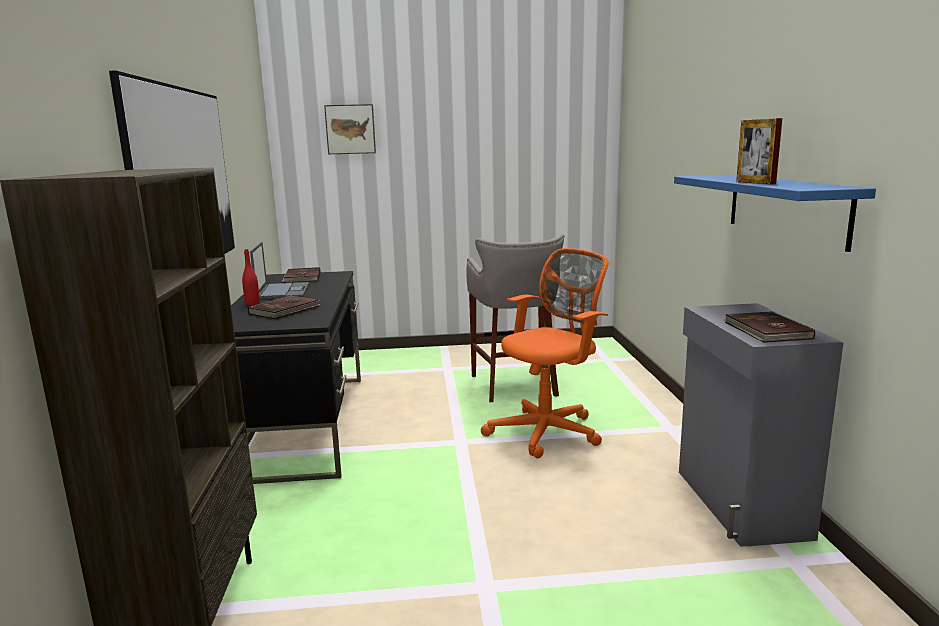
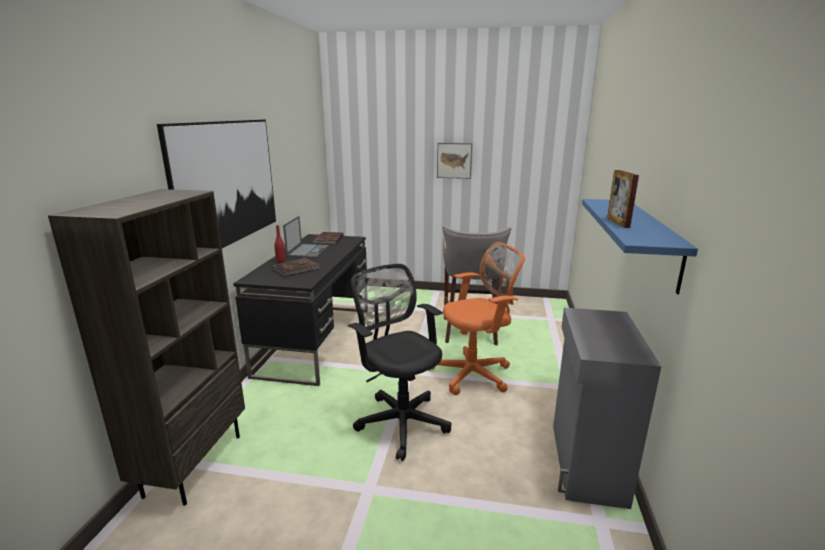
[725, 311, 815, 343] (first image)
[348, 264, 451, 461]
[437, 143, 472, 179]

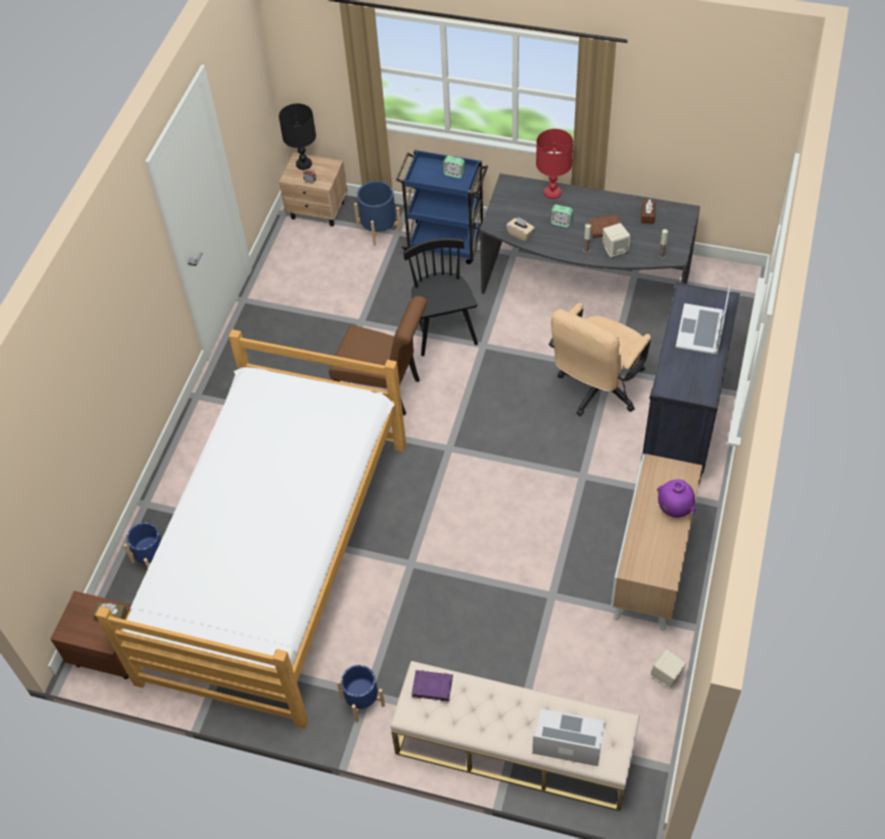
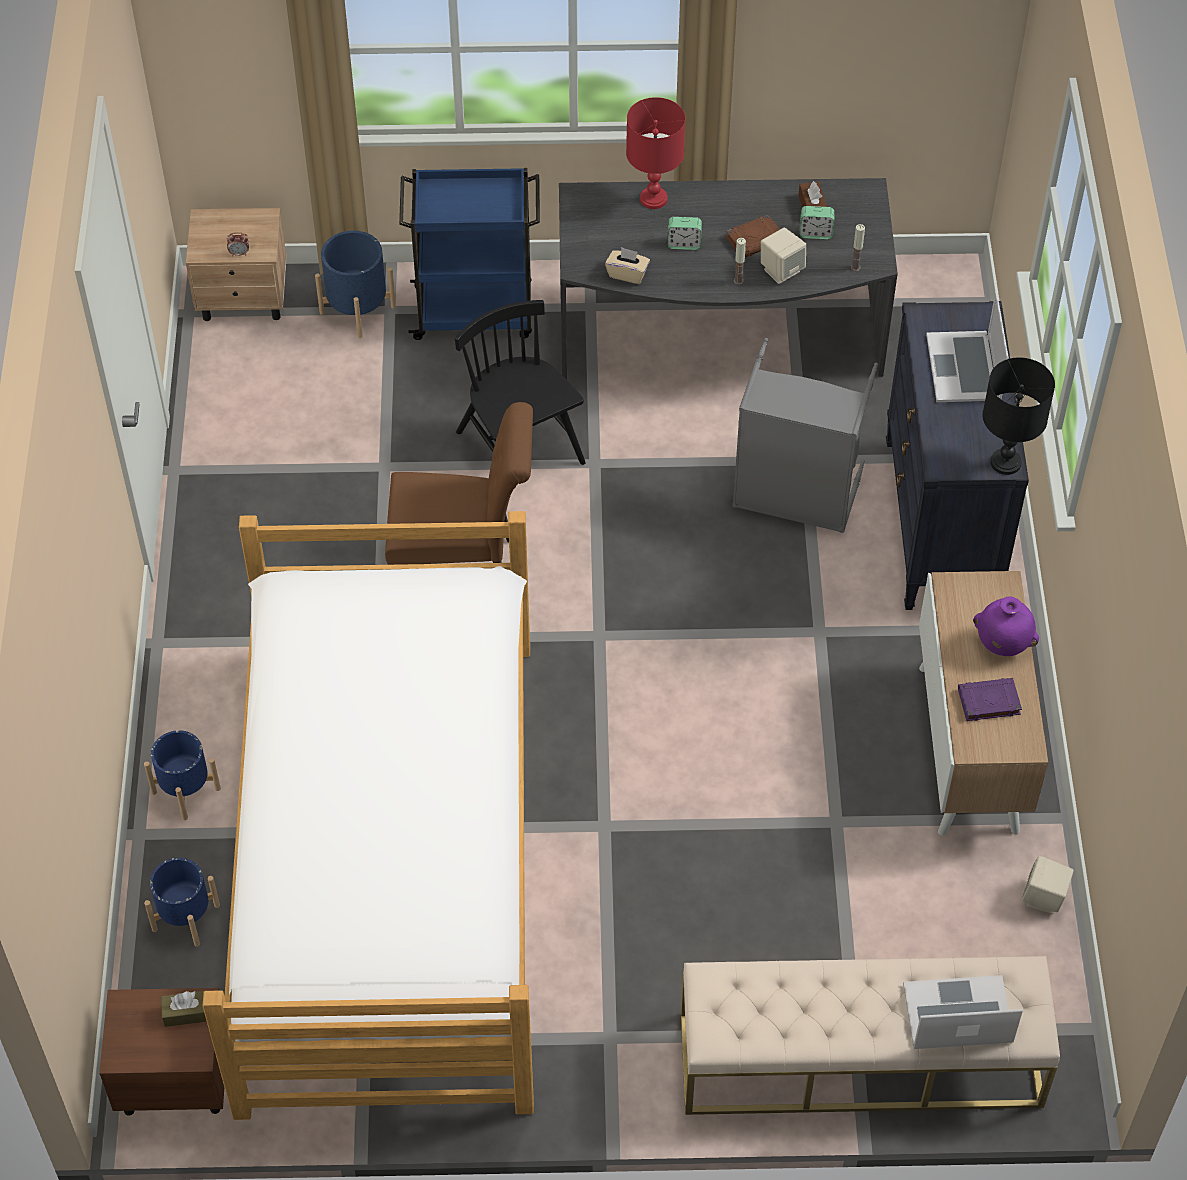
[982, 357, 1055, 475]
[144, 730, 221, 820]
[958, 678, 1022, 721]
[800, 206, 834, 239]
[732, 338, 878, 533]

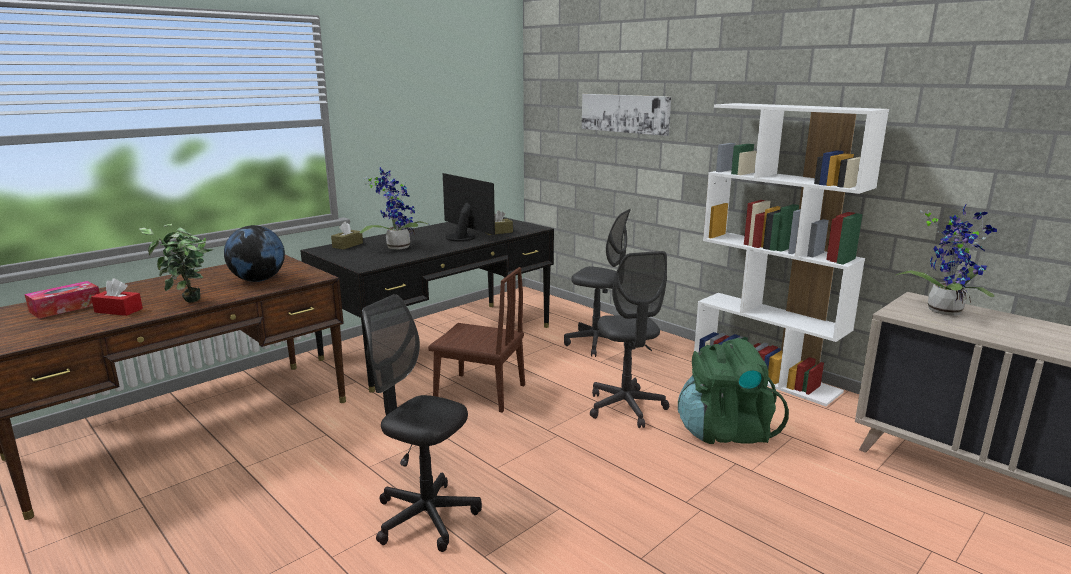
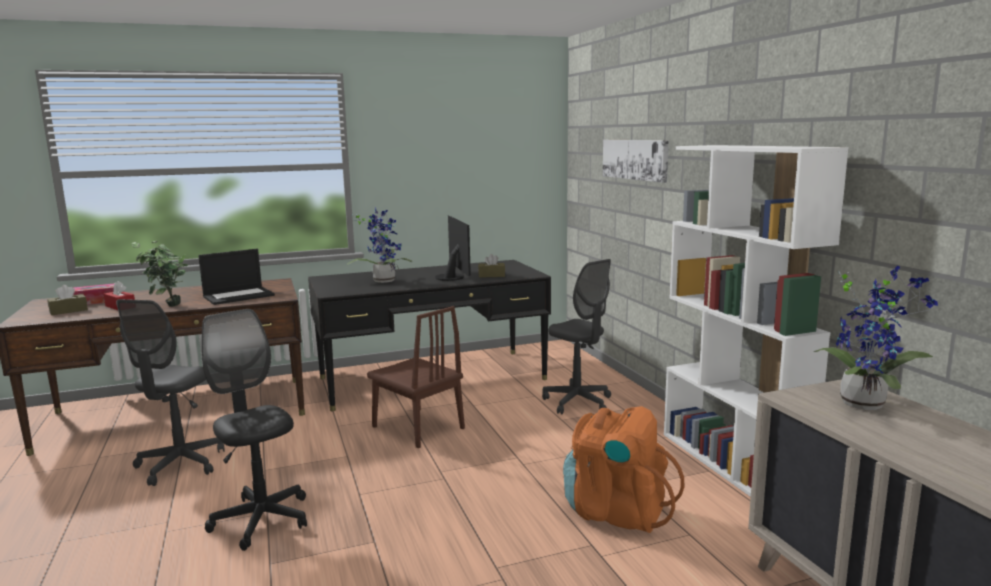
[47, 285, 88, 315]
[116, 299, 225, 486]
[198, 249, 275, 305]
[563, 406, 684, 533]

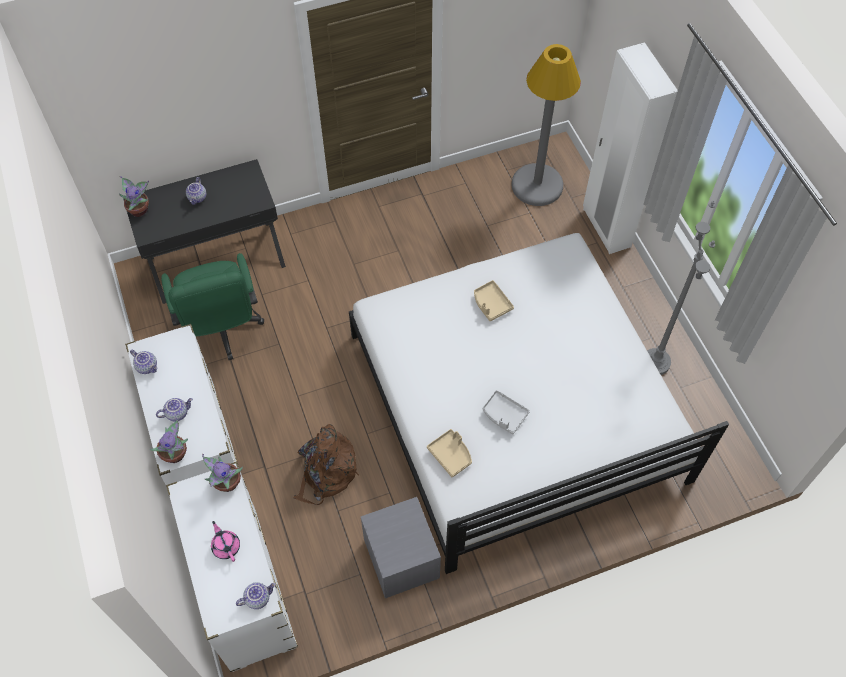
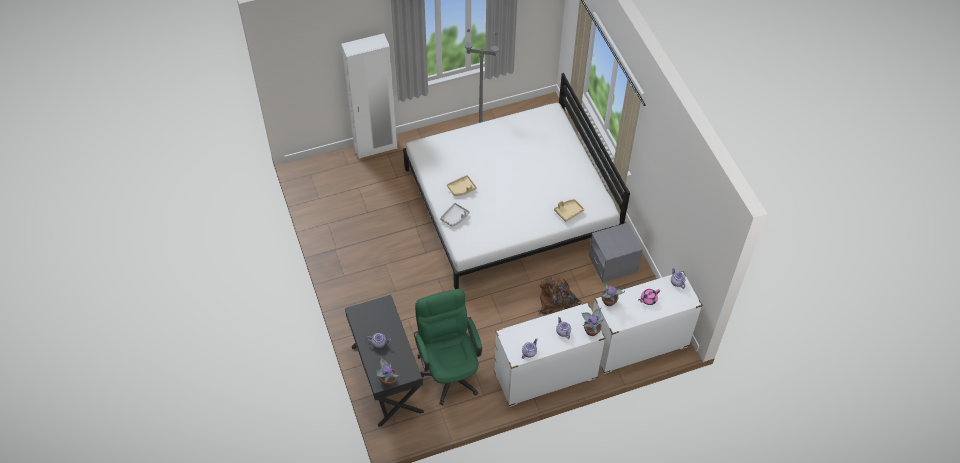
[511, 44, 581, 206] (first image)
[440, 203, 470, 227]
[414, 289, 482, 405]

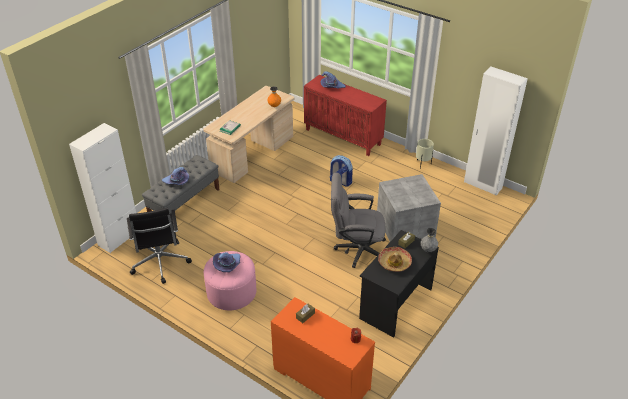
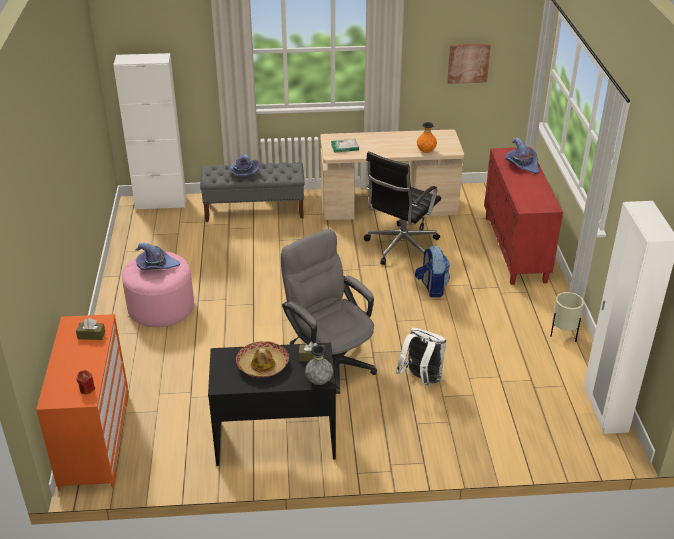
[447, 44, 491, 84]
[364, 151, 441, 265]
[396, 328, 447, 387]

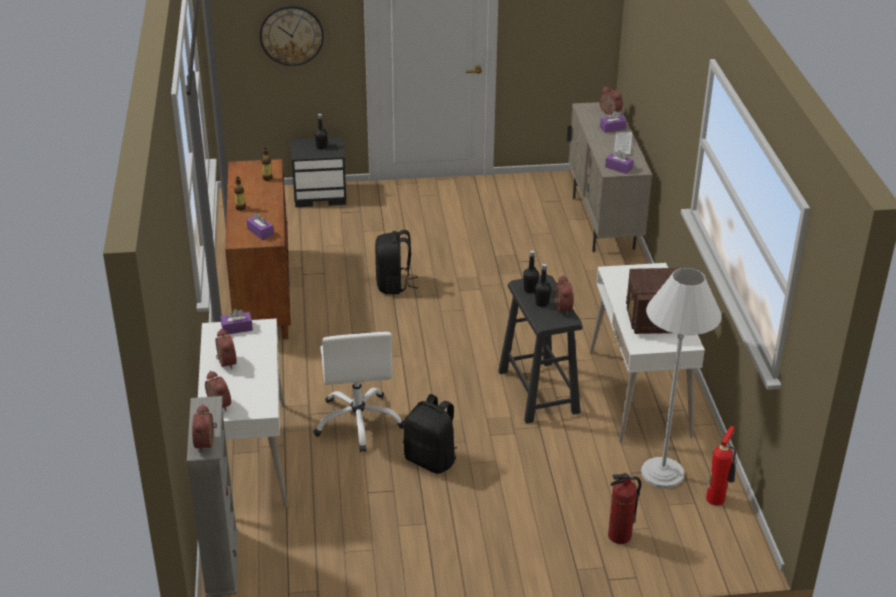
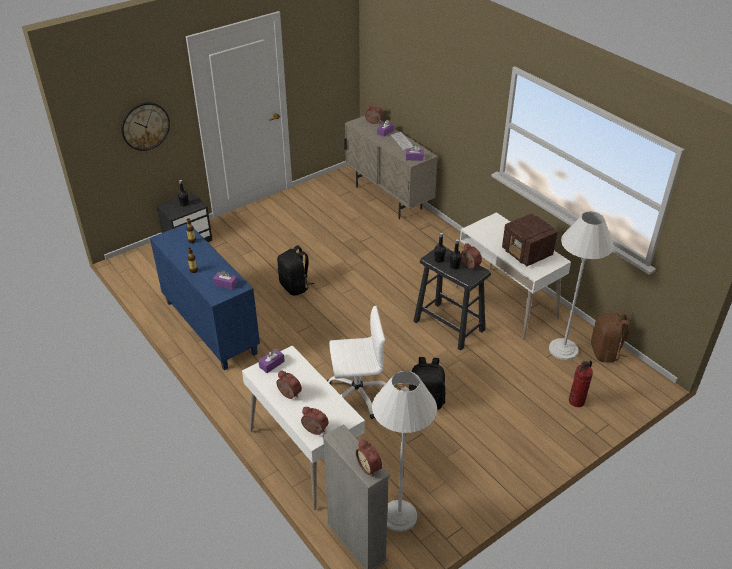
[372, 370, 437, 532]
[591, 312, 630, 363]
[150, 224, 260, 370]
[327, 306, 386, 419]

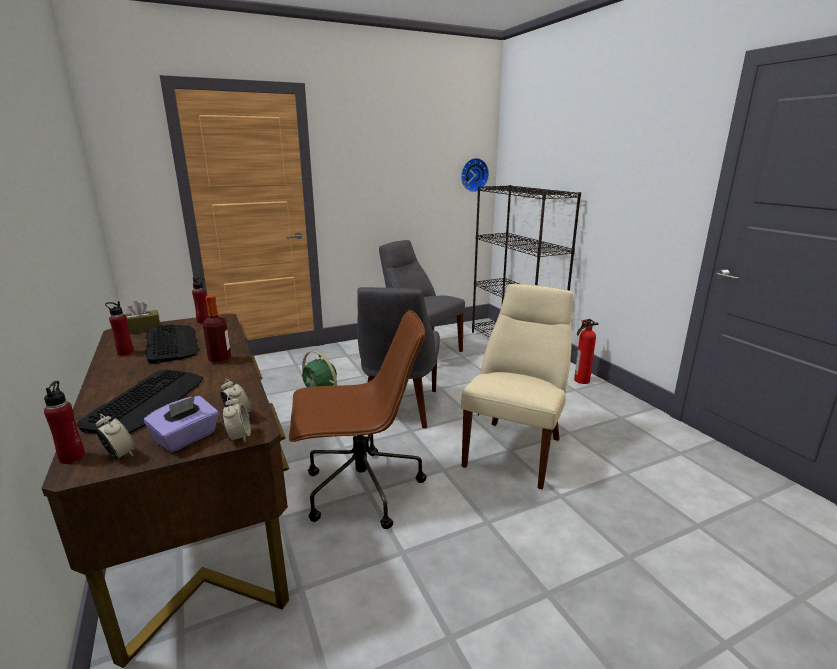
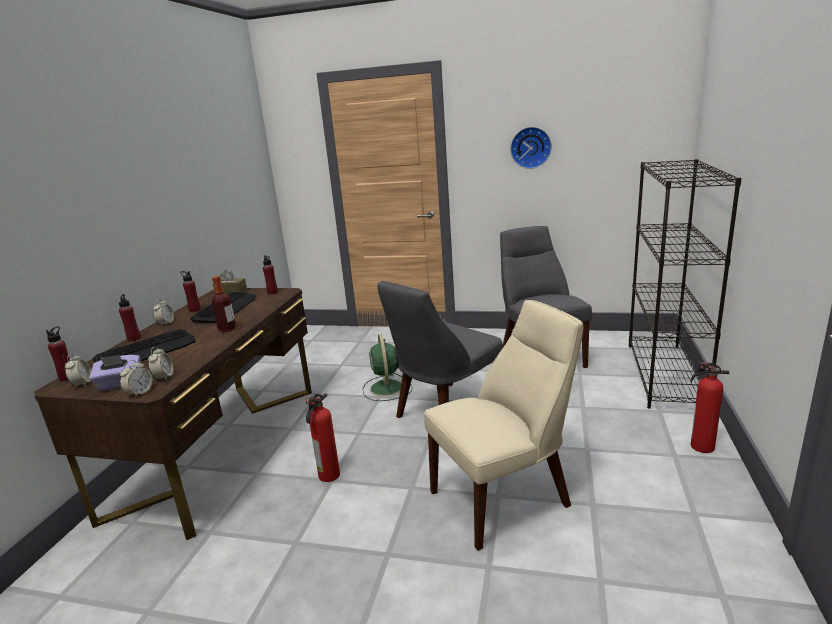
[119, 294, 141, 341]
[153, 299, 174, 326]
[510, 127, 552, 169]
[305, 393, 340, 482]

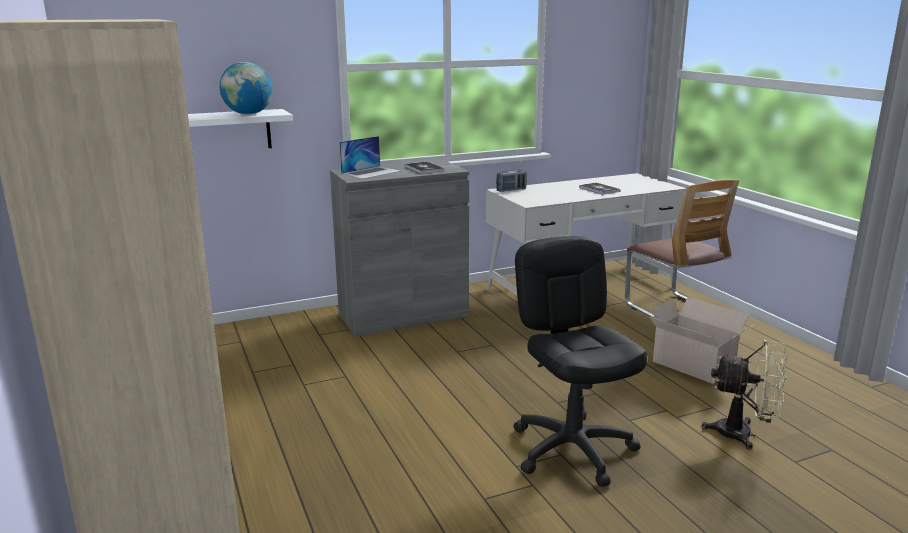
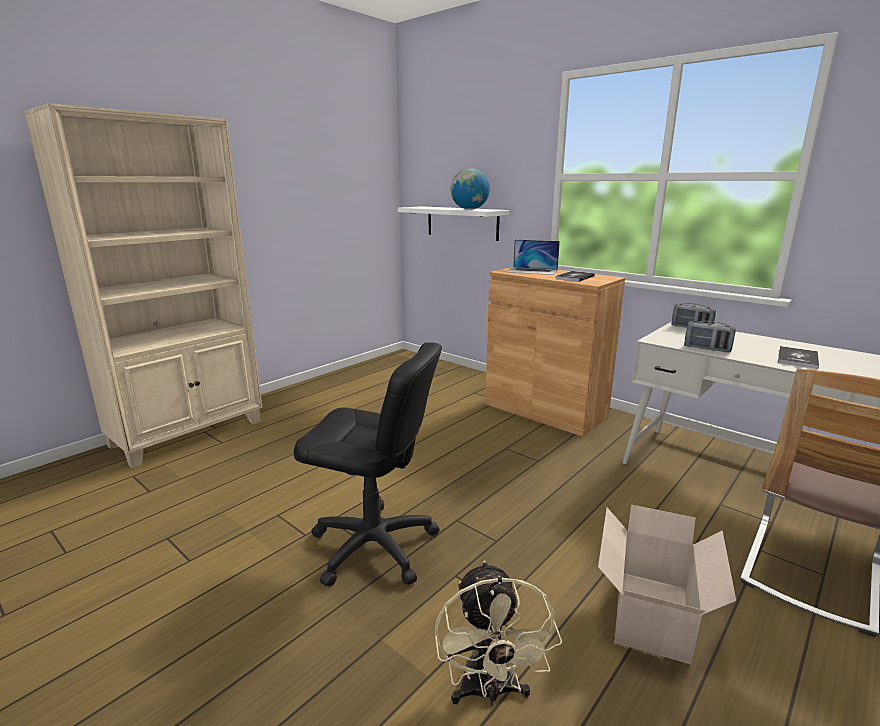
[684, 321, 736, 352]
[485, 267, 625, 437]
[294, 342, 442, 587]

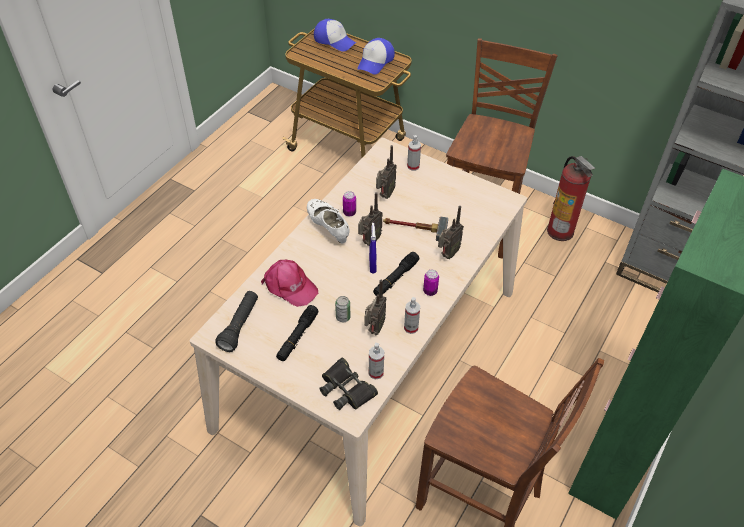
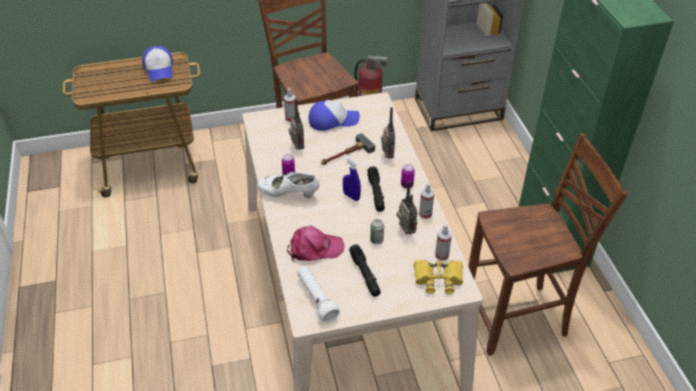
[358, 192, 383, 246] (first image)
[309, 100, 360, 131]
[297, 266, 340, 323]
[414, 260, 463, 294]

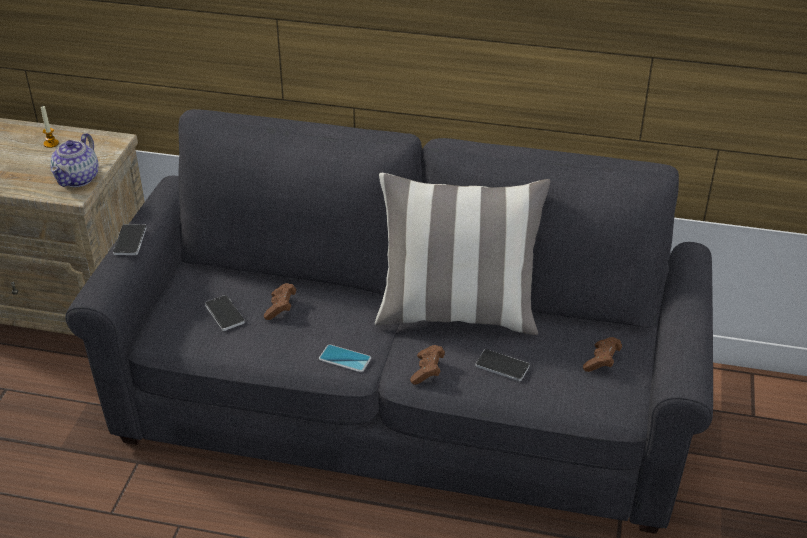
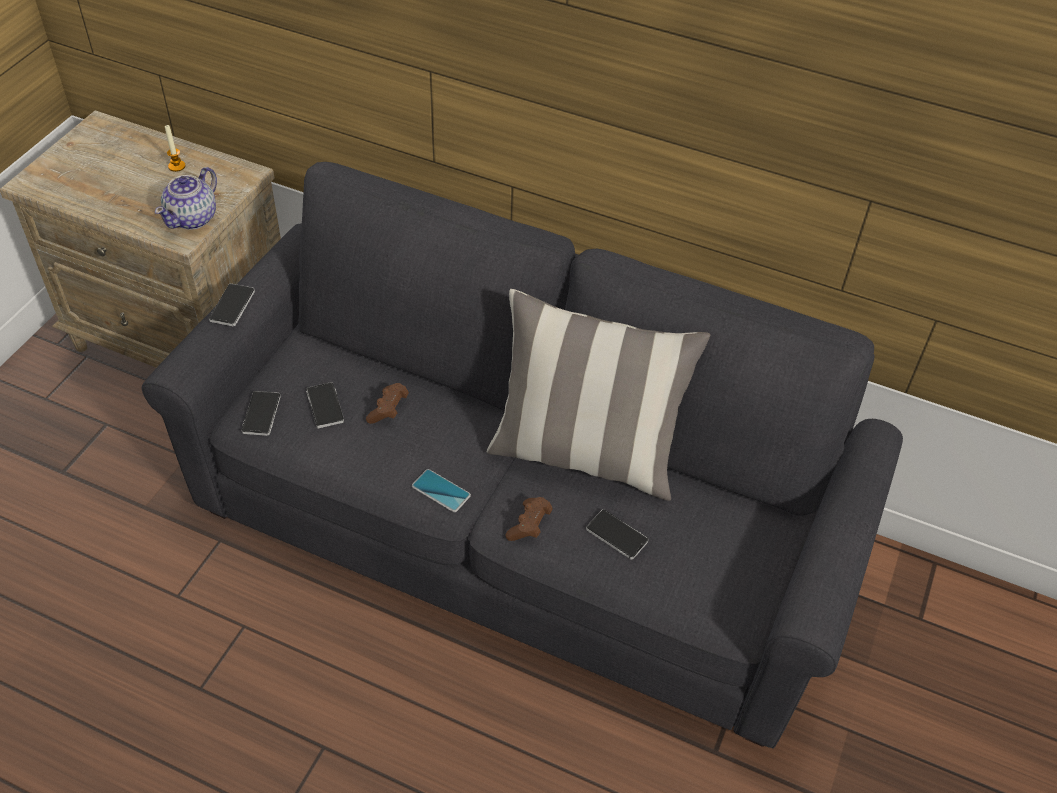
[583, 337, 622, 372] (first image)
[241, 391, 281, 436]

